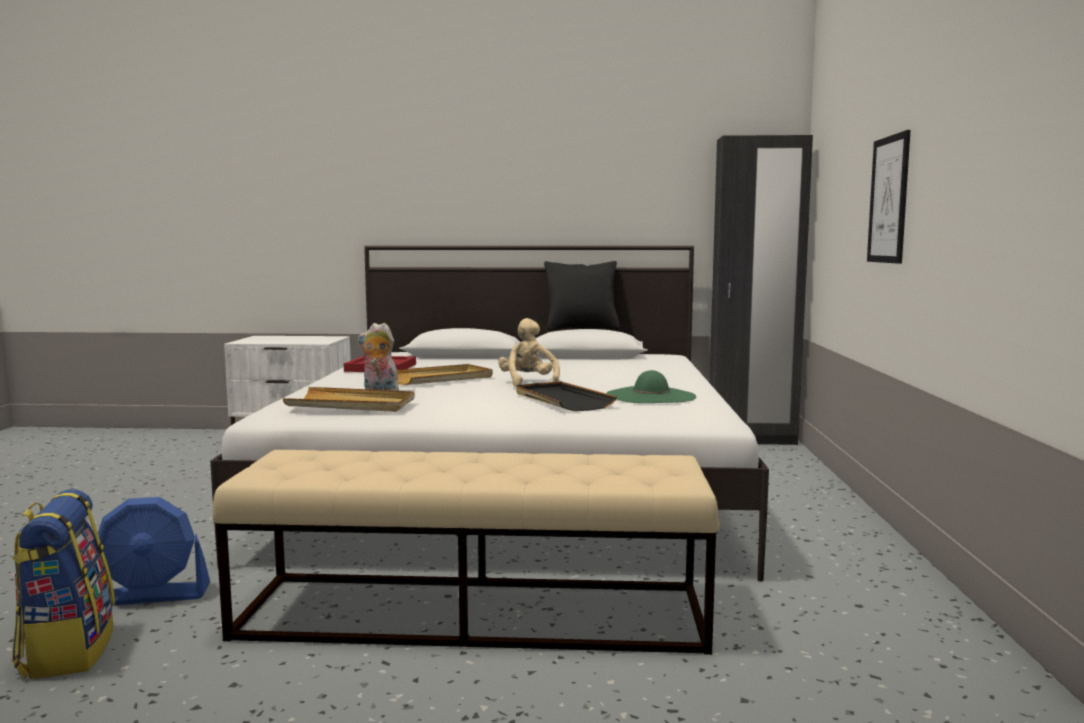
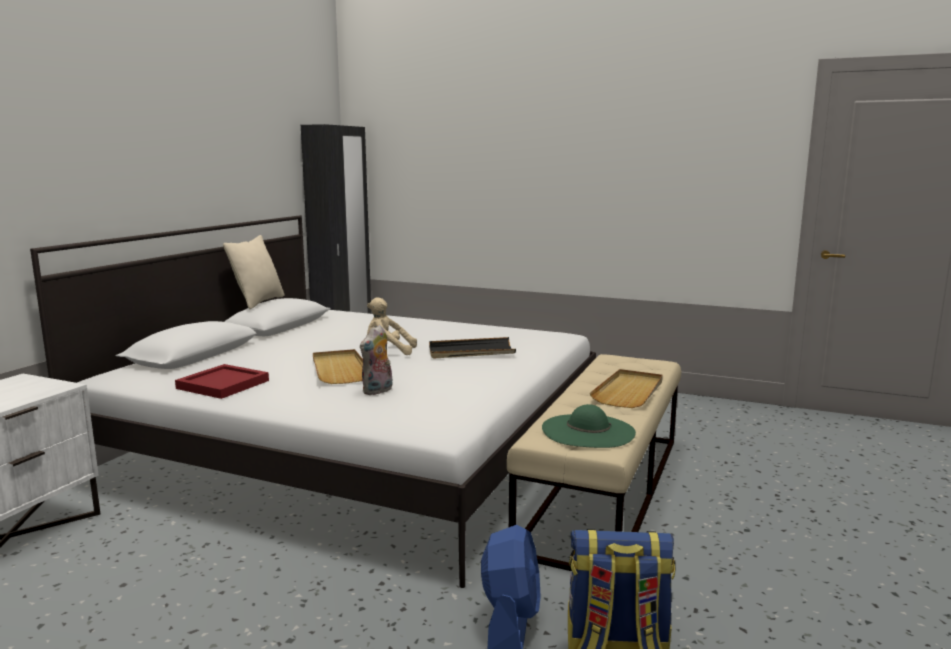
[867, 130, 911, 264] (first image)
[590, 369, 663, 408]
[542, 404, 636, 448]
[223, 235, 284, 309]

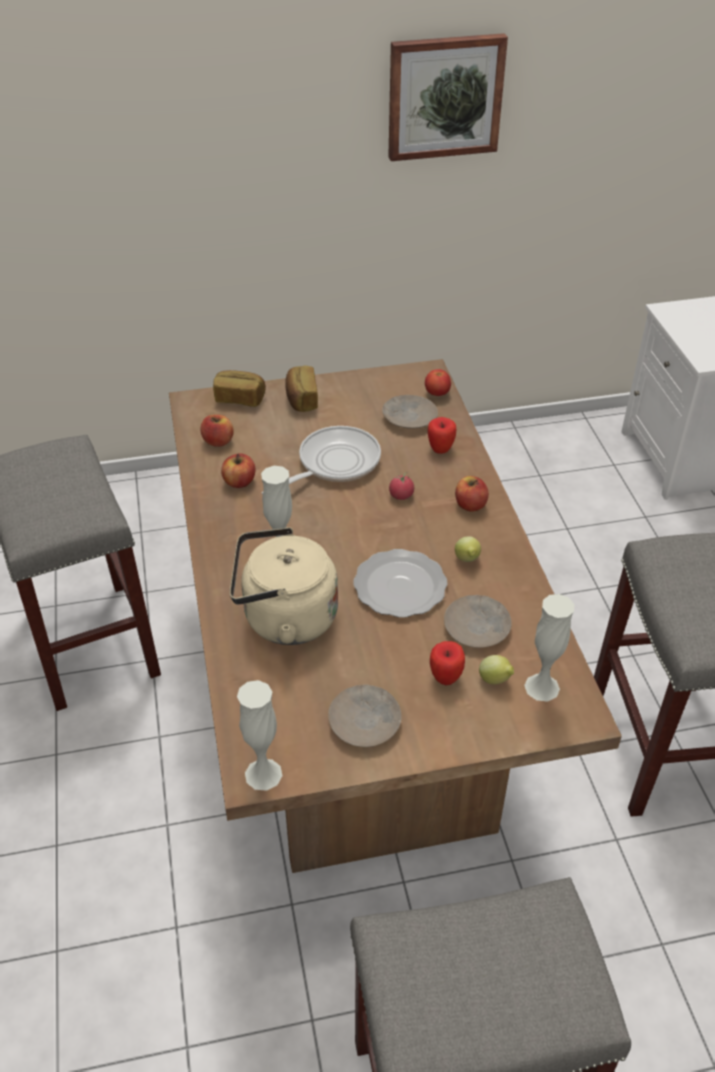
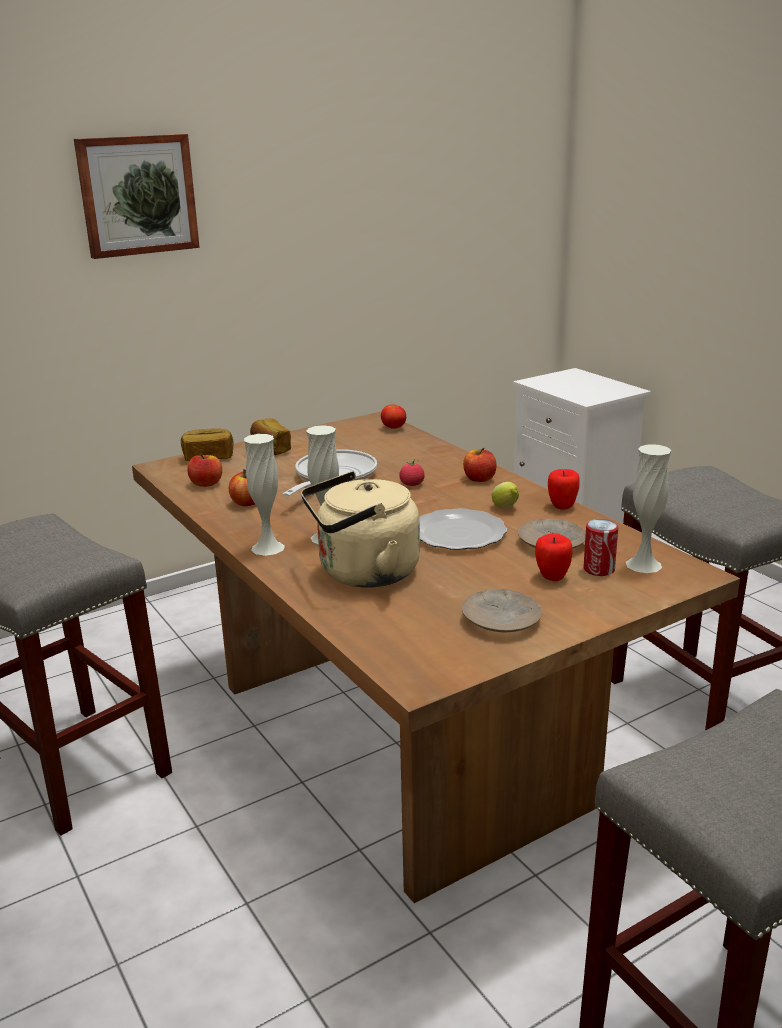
[382, 395, 438, 429] (first image)
[244, 434, 285, 556]
[74, 134, 200, 259]
[548, 469, 580, 510]
[583, 519, 618, 576]

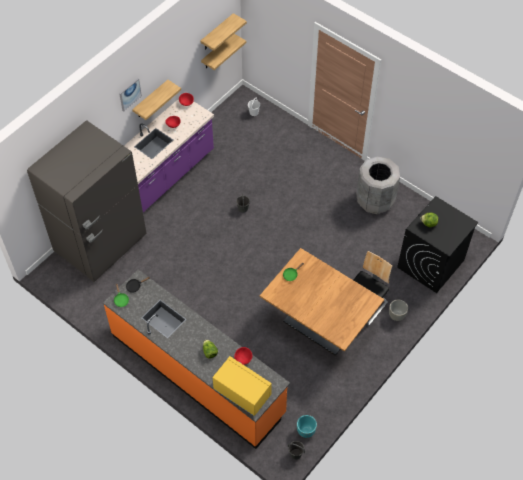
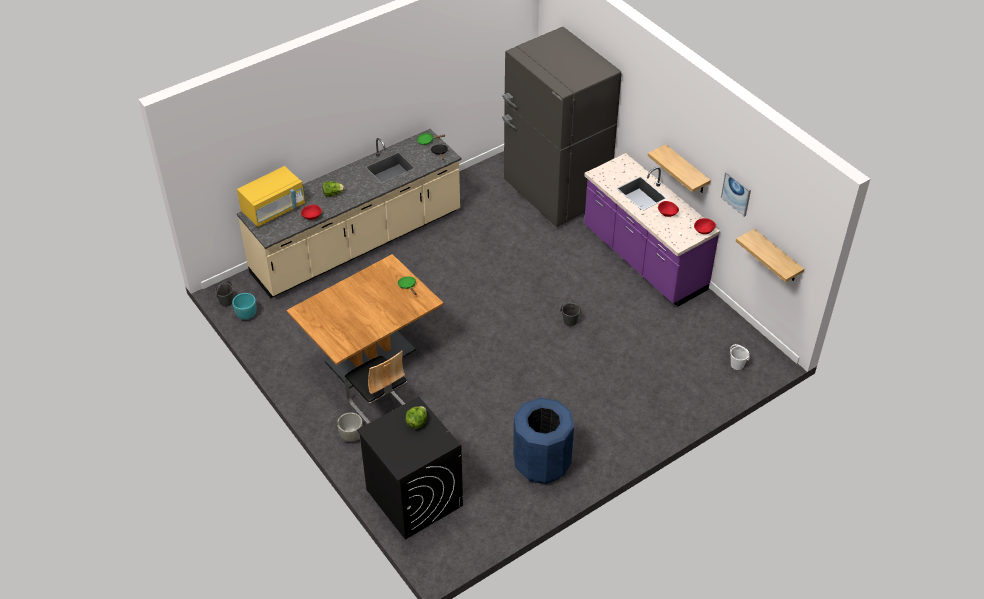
[200, 13, 247, 51] (first image)
[721, 172, 751, 217]
[237, 129, 462, 298]
[513, 398, 574, 484]

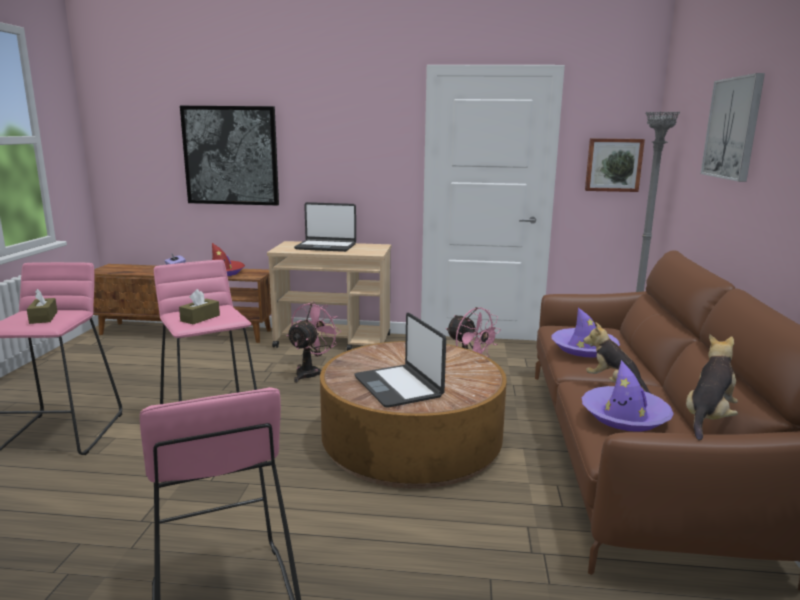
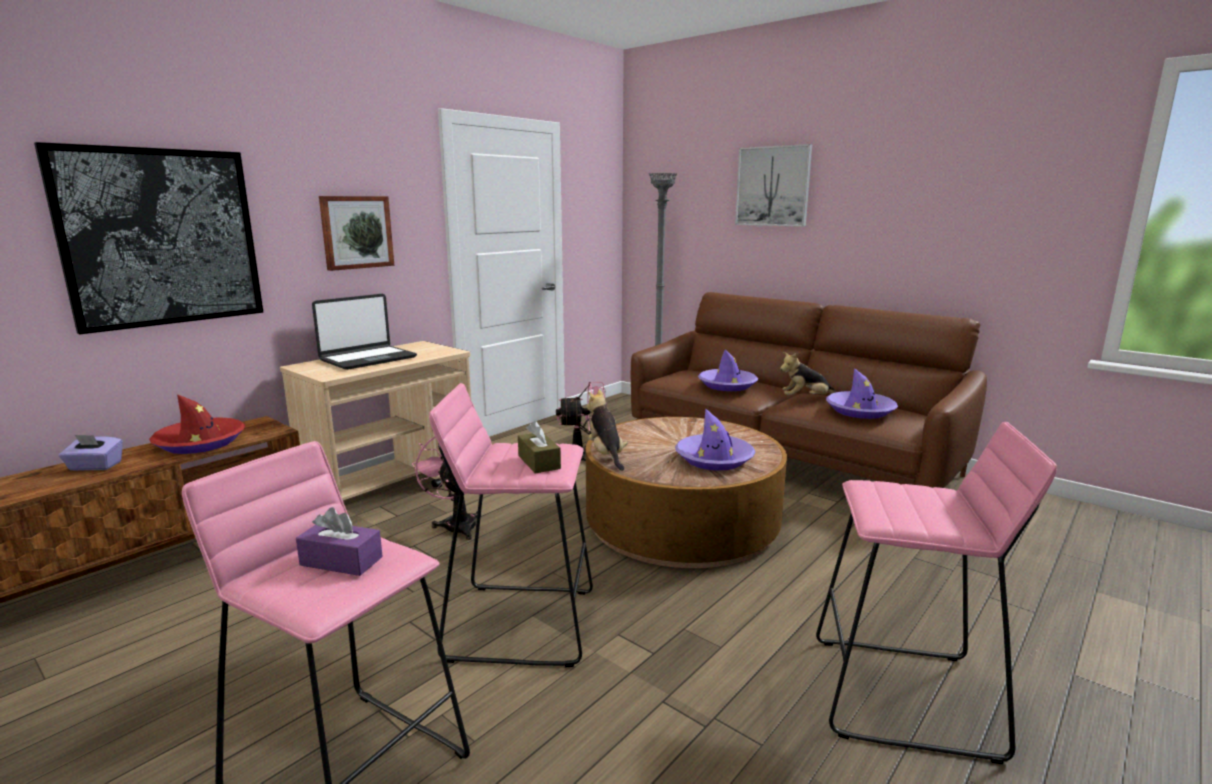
[319, 196, 394, 271]
[586, 389, 628, 471]
[675, 408, 755, 471]
[296, 507, 383, 576]

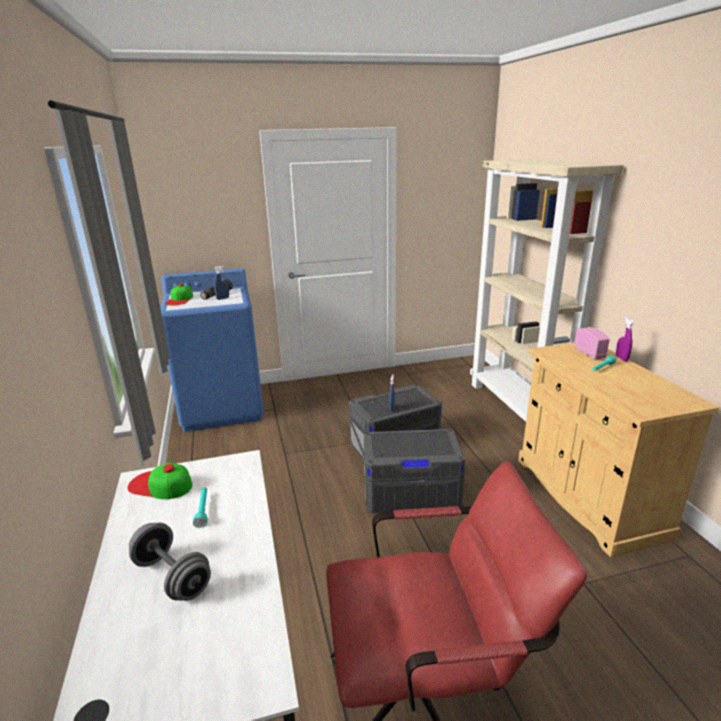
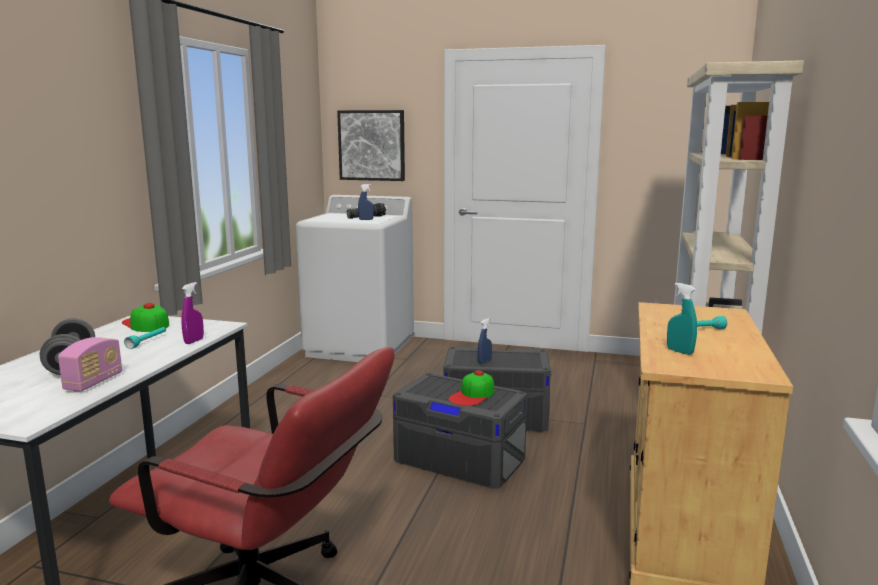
[337, 110, 405, 181]
[667, 283, 697, 355]
[449, 370, 494, 406]
[58, 337, 122, 391]
[181, 282, 204, 344]
[296, 195, 414, 362]

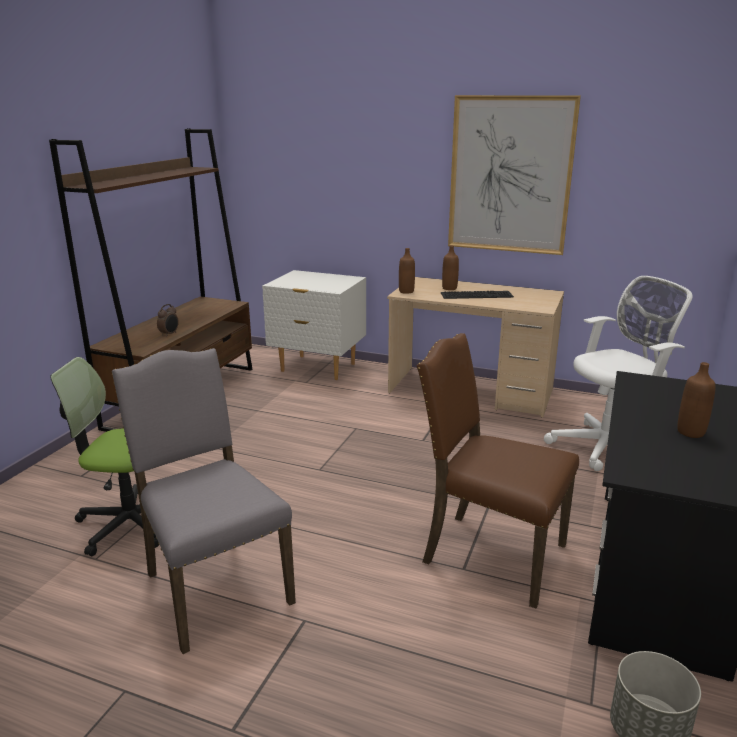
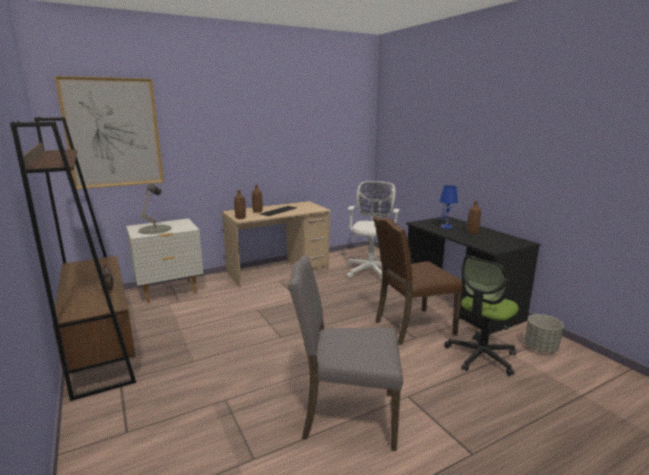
[138, 184, 171, 234]
[440, 185, 458, 229]
[444, 256, 519, 376]
[55, 76, 164, 189]

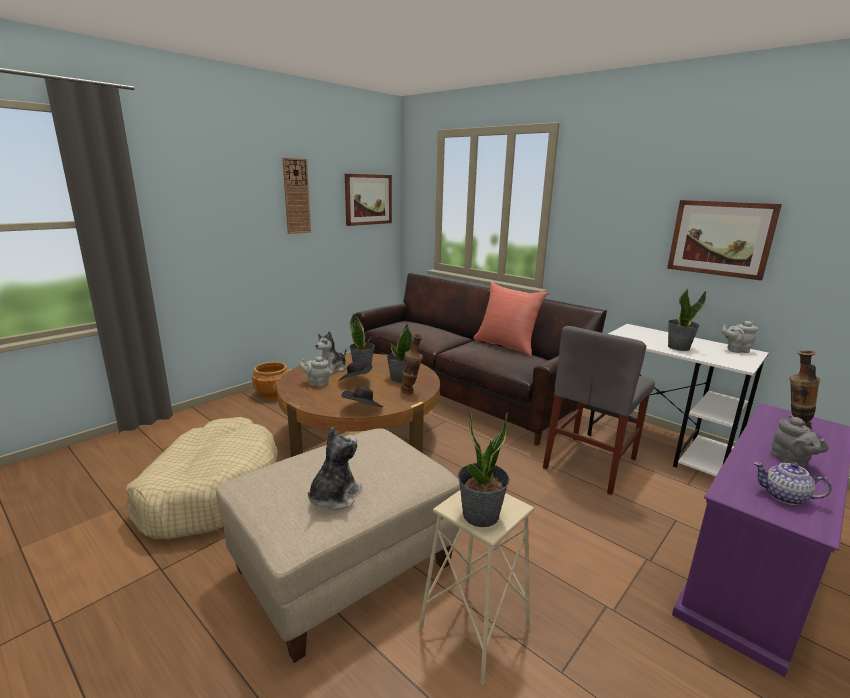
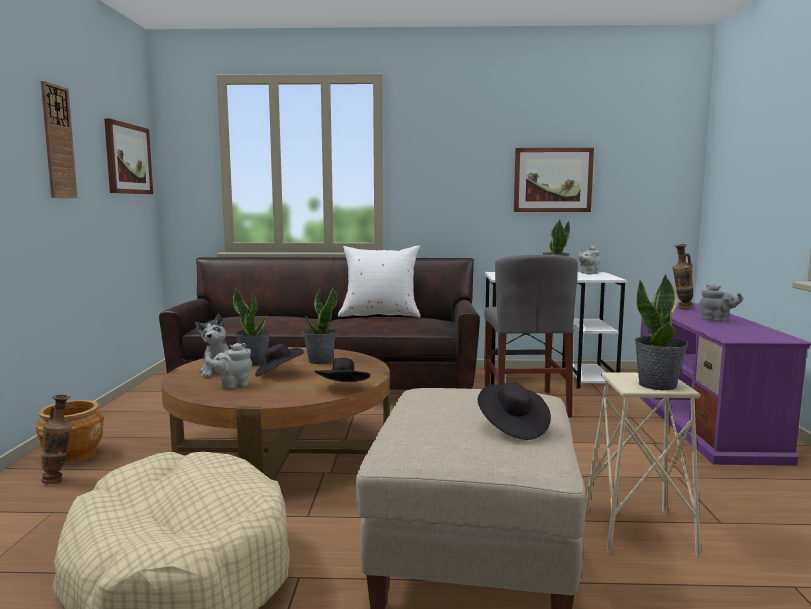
[754, 462, 832, 505] (first image)
[41, 395, 73, 484]
[478, 382, 551, 440]
[338, 246, 421, 318]

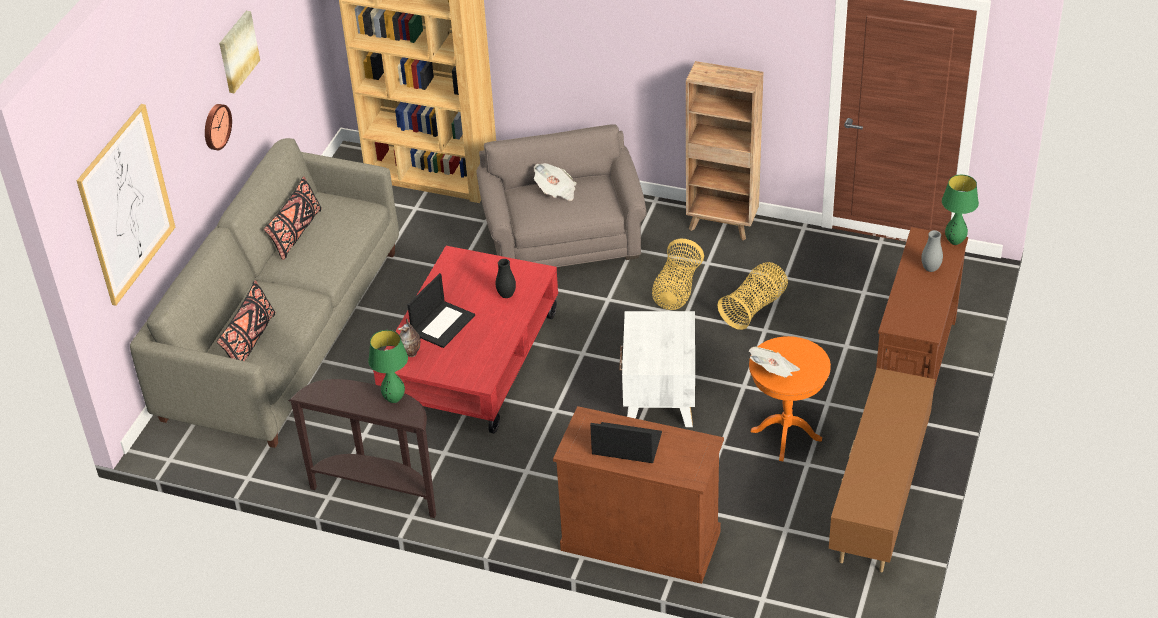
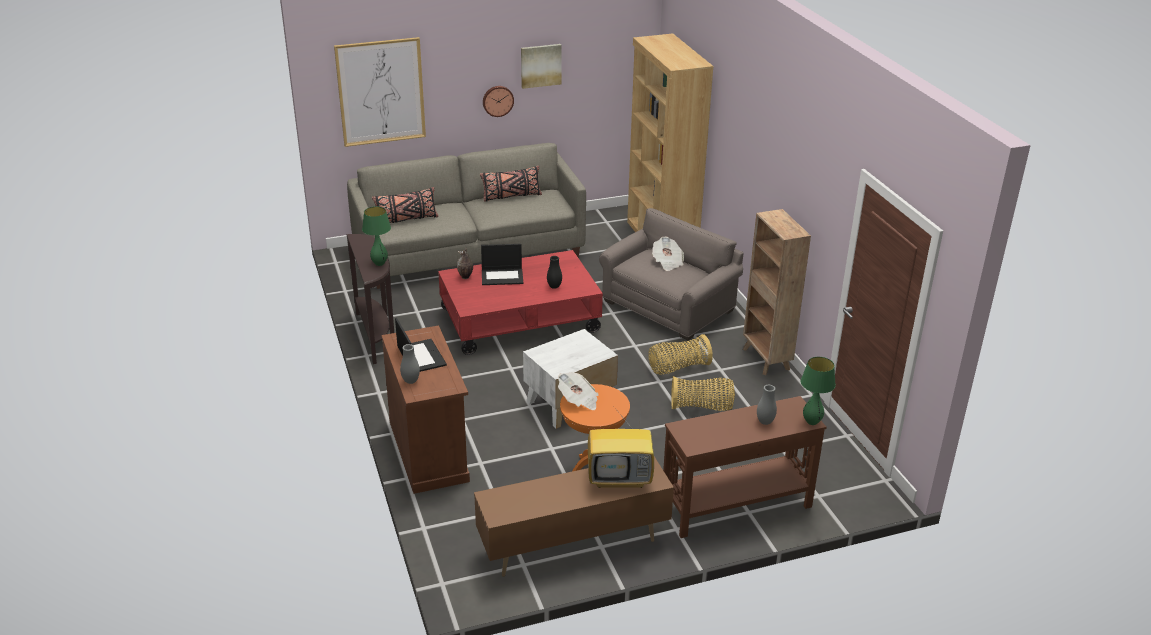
[400, 344, 420, 384]
[588, 407, 654, 488]

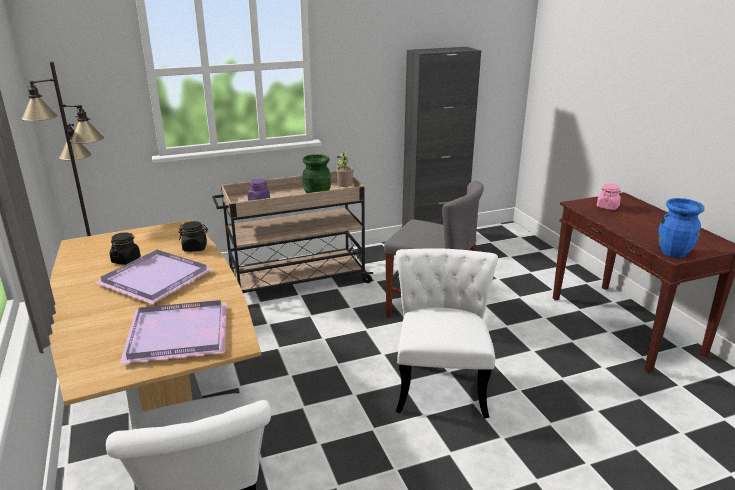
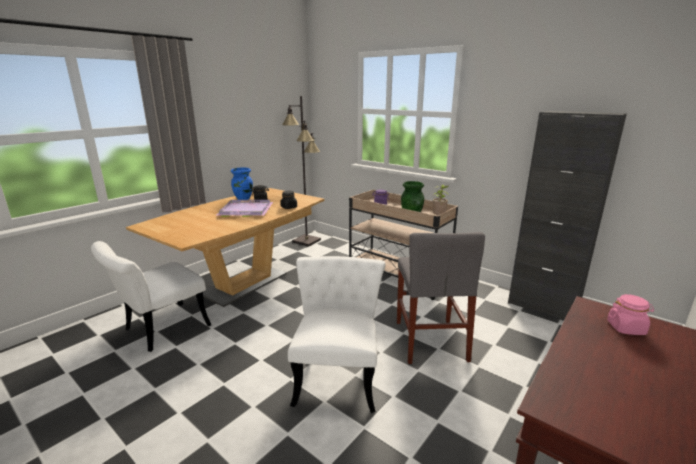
[120, 300, 227, 364] (first image)
[231, 168, 253, 200]
[288, 256, 385, 413]

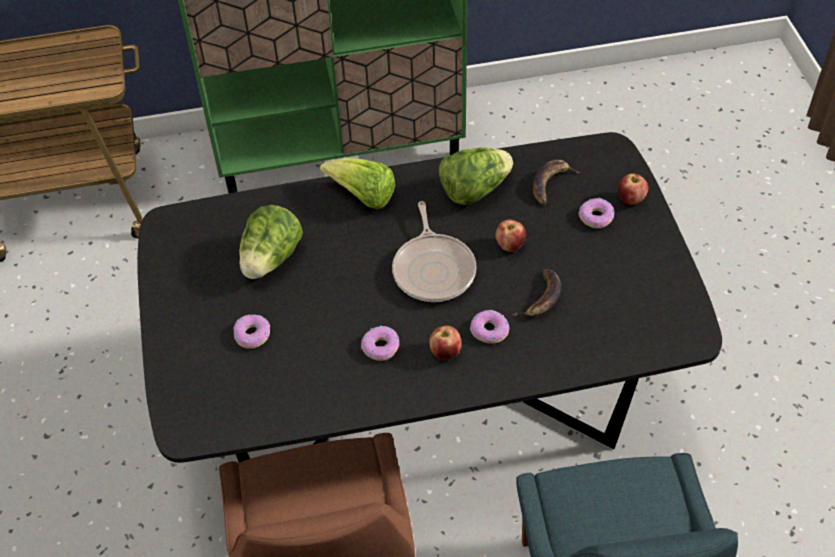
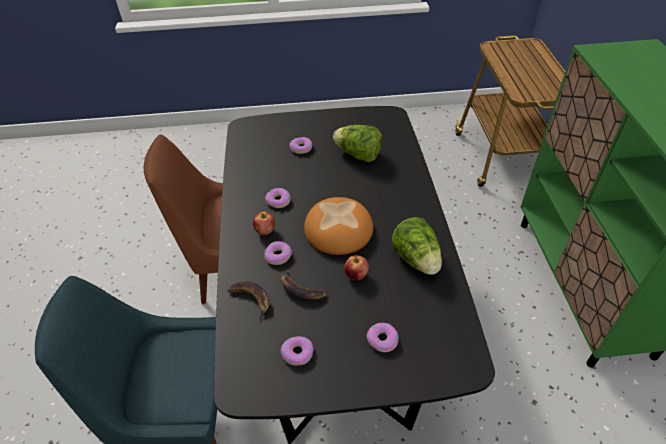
[320, 158, 395, 209] (first image)
[618, 173, 648, 205] (first image)
[281, 336, 313, 365]
[227, 281, 270, 323]
[304, 197, 373, 255]

